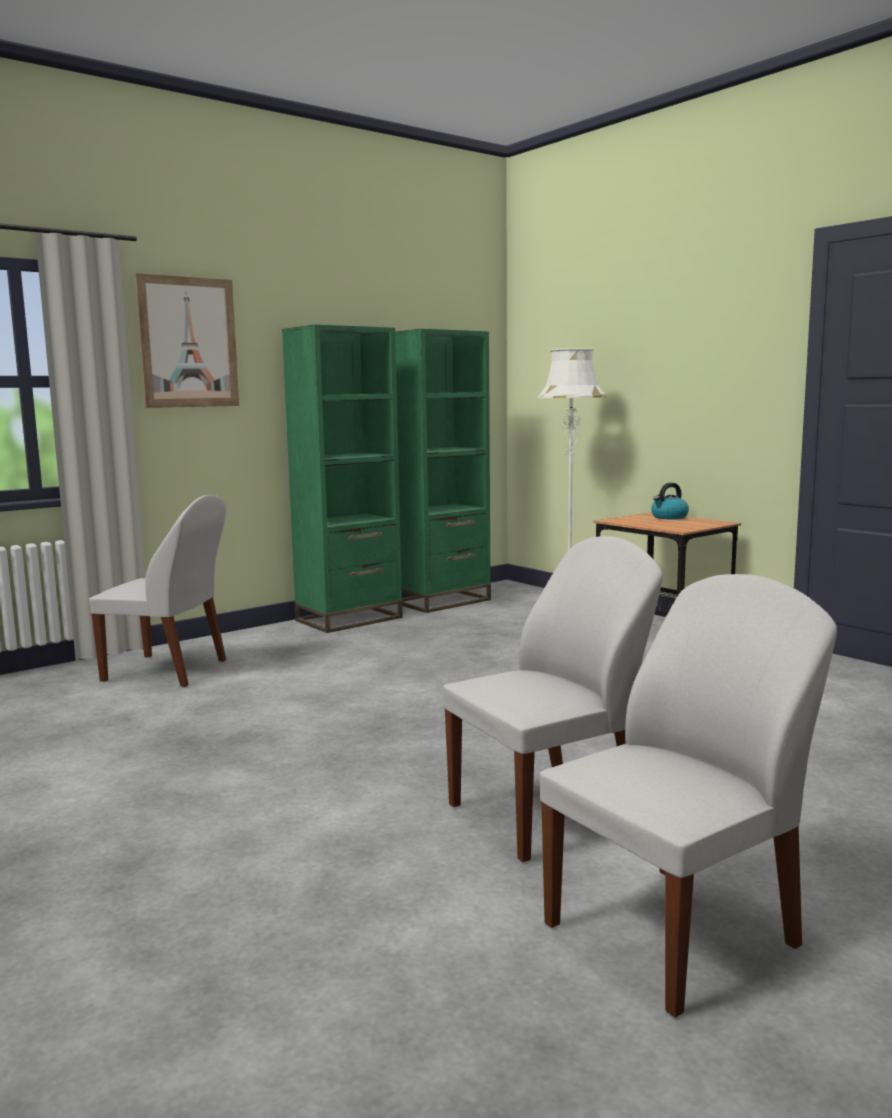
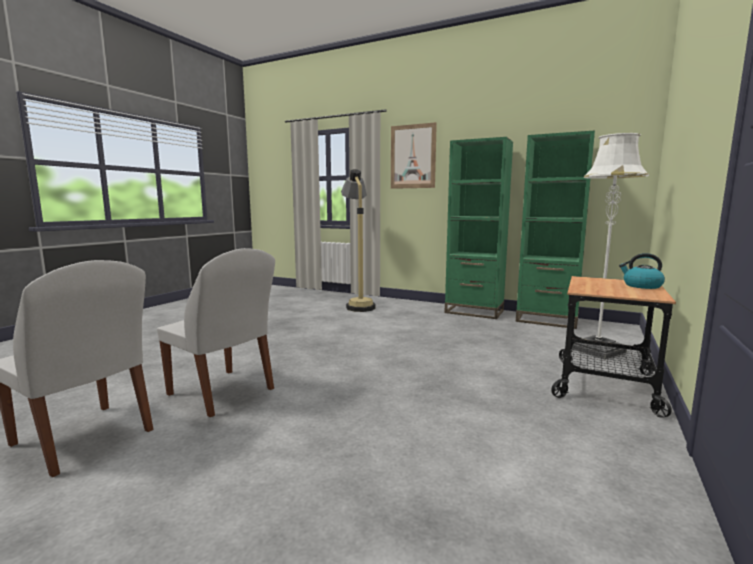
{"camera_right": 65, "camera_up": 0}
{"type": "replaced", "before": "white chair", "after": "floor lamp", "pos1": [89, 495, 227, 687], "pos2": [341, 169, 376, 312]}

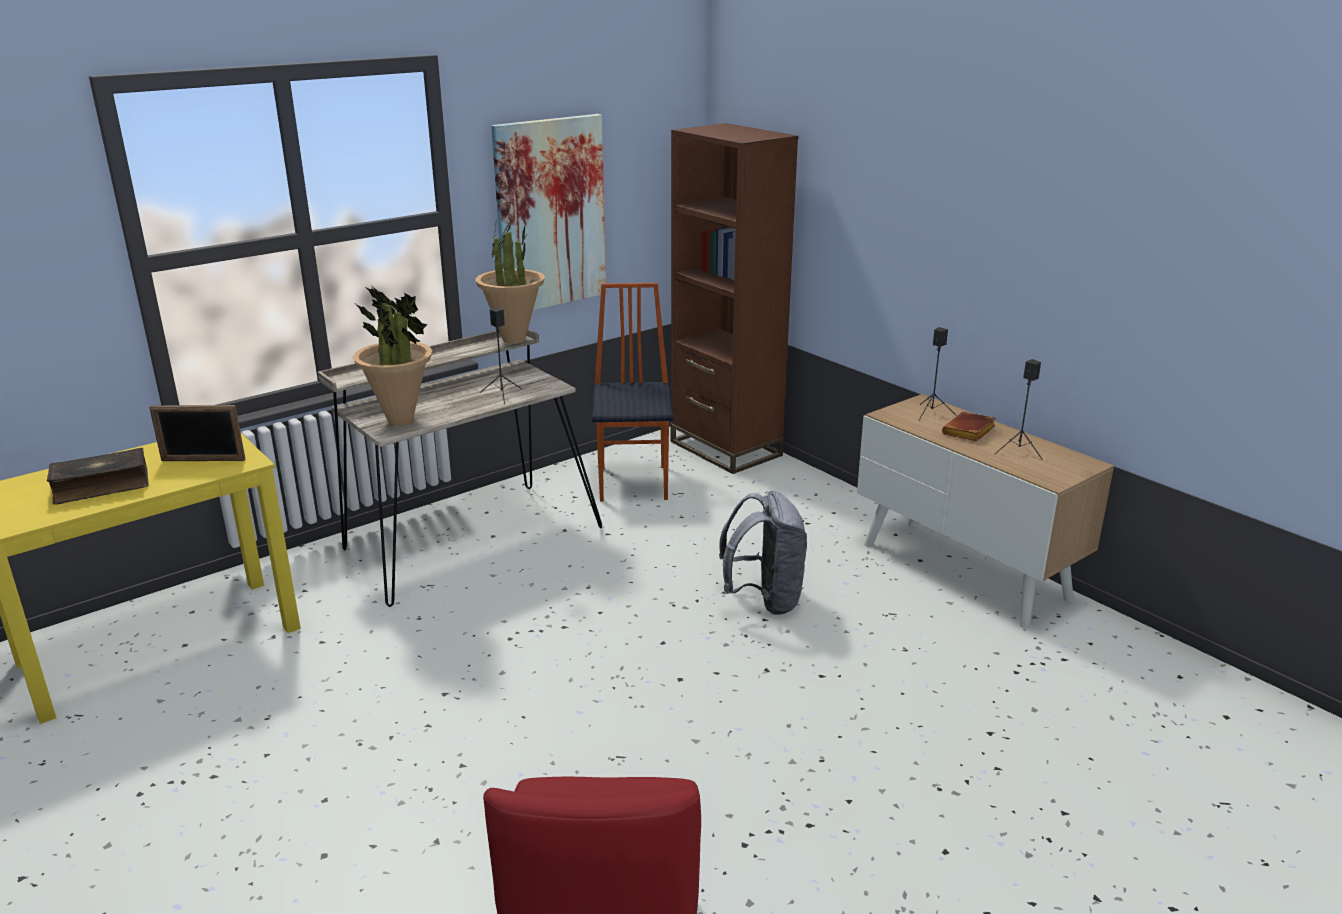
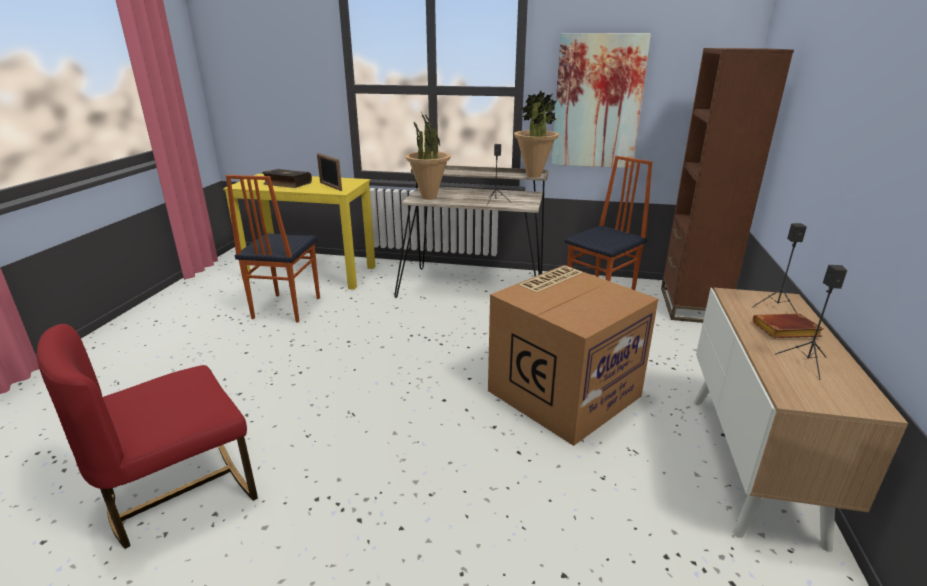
{"camera_right": 50, "camera_up": 0}
{"type": "added", "after": "chair", "pos2": [226, 175, 320, 323]}
{"type": "replaced", "before": "grey backpack", "after": "cardboard box", "pos1": [719, 491, 807, 615], "pos2": [488, 265, 658, 446]}

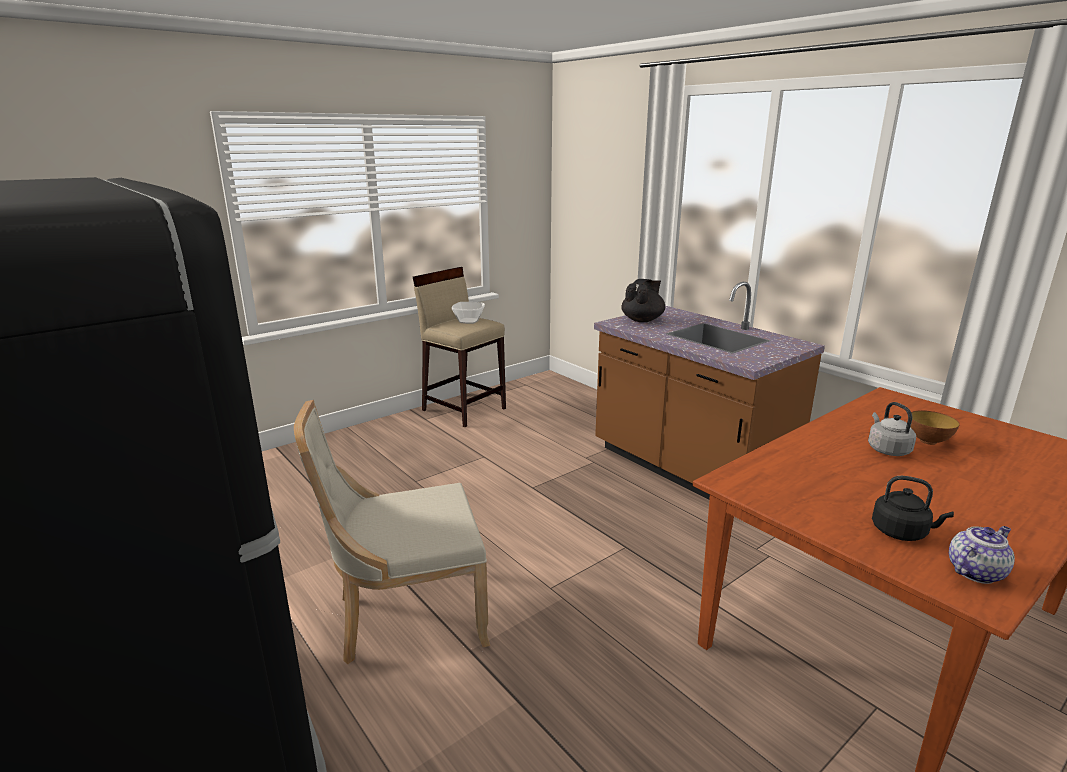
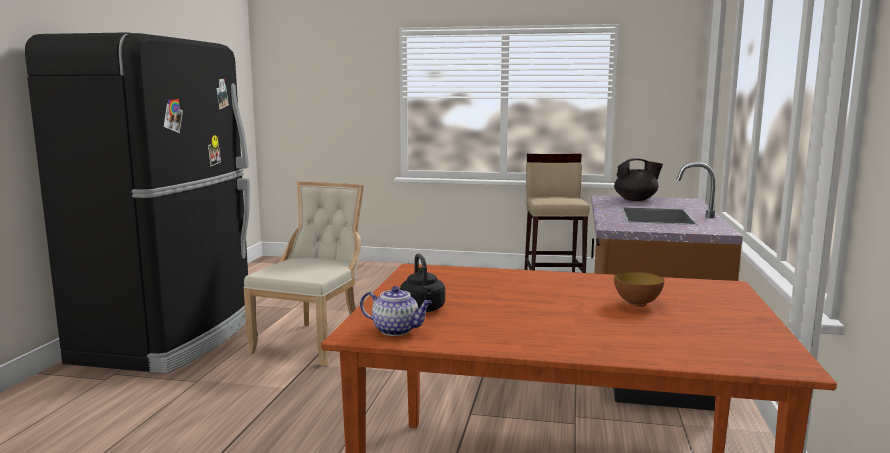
{"camera_right": 50, "camera_up": -10}
{"type": "turned", "before": "beige chair", "pos1": [294, 400, 490, 664], "pos2": [244, 182, 364, 366], "turn": 75}
{"type": "removed", "before": "bowl", "pos1": [452, 302, 485, 324]}
{"type": "removed", "before": "grey kettle", "pos1": [868, 402, 916, 456]}

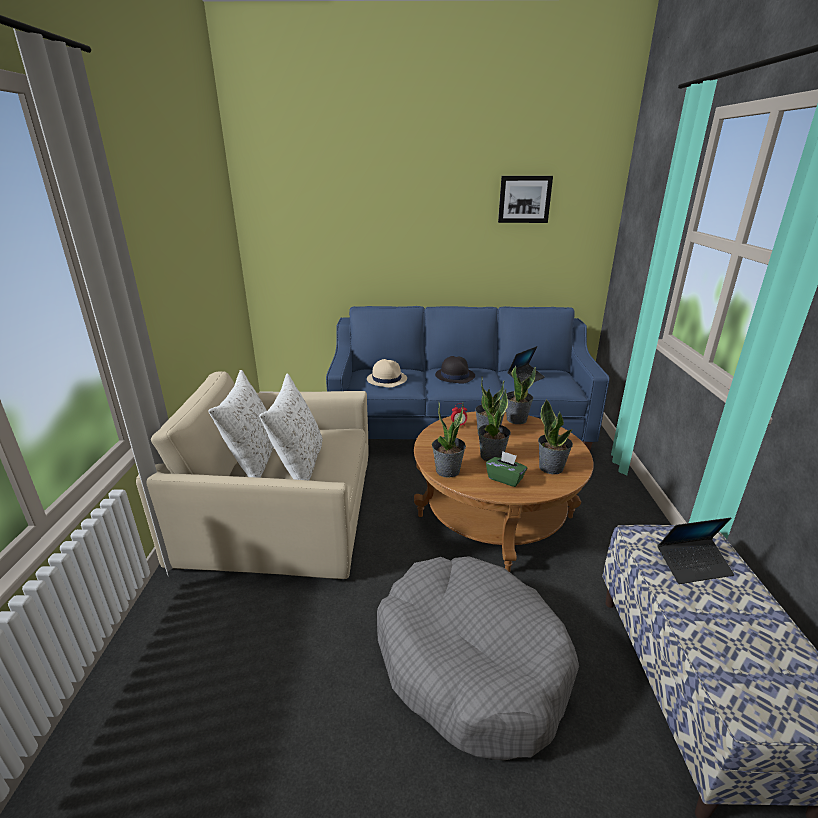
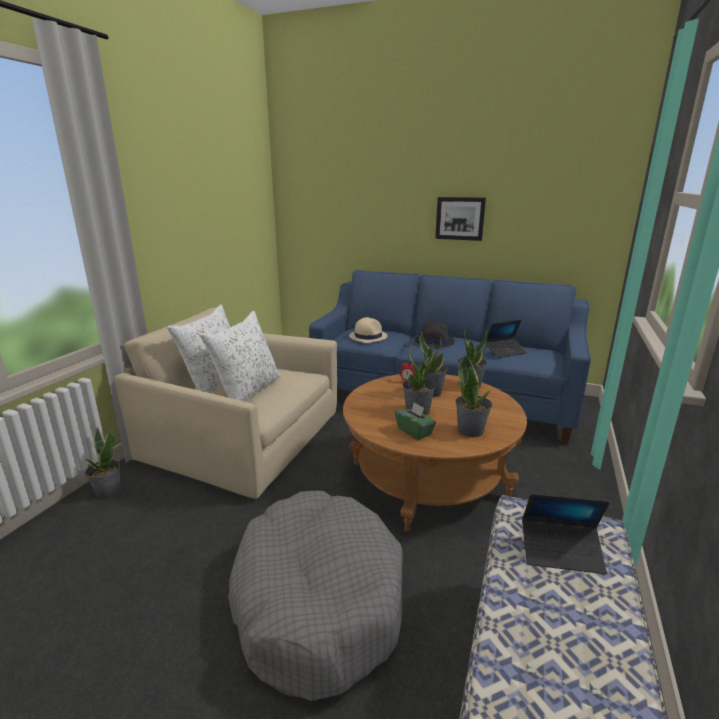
{"camera_right": 20, "camera_up": -5}
{"type": "moved", "before": "potted plant", "pos1": [432, 402, 466, 478], "pos2": [85, 428, 121, 499]}
{"type": "moved", "before": "picture", "pos1": [498, 176, 553, 223], "pos2": [435, 197, 486, 241]}

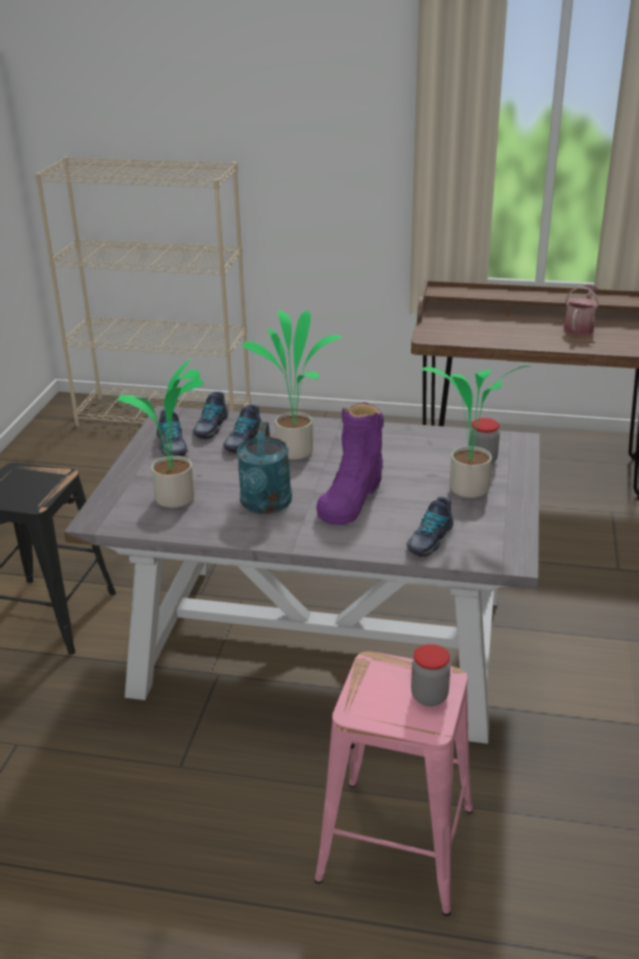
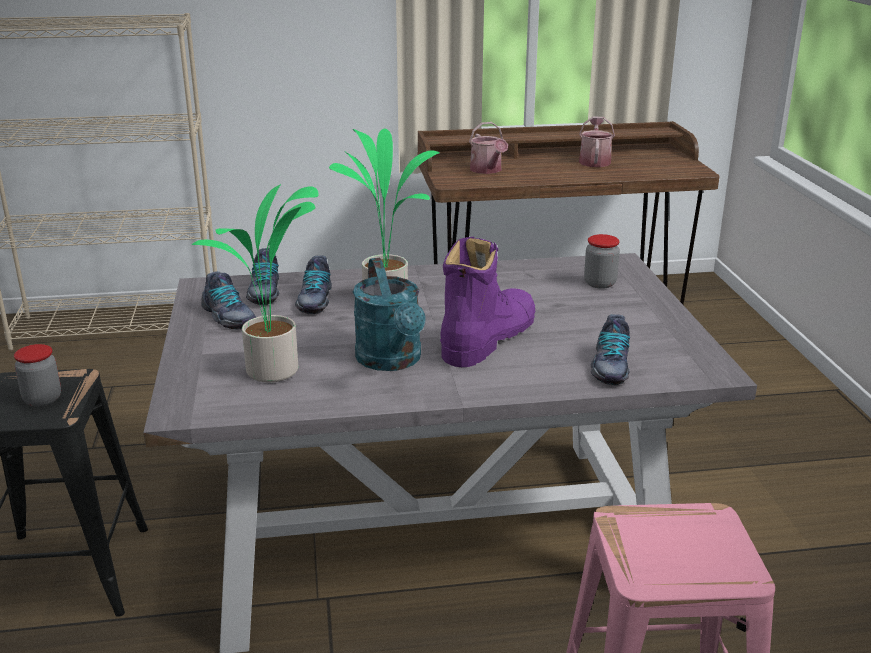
{"camera_right": -20, "camera_up": -5}
{"type": "moved", "before": "jar", "pos1": [411, 644, 451, 706], "pos2": [14, 344, 61, 407]}
{"type": "turned", "before": "purple boot", "pos1": [316, 402, 384, 525], "pos2": [440, 237, 535, 367], "turn": -150}
{"type": "added", "after": "watering can", "pos2": [469, 122, 508, 174]}
{"type": "removed", "before": "potted plant", "pos1": [421, 366, 530, 498]}

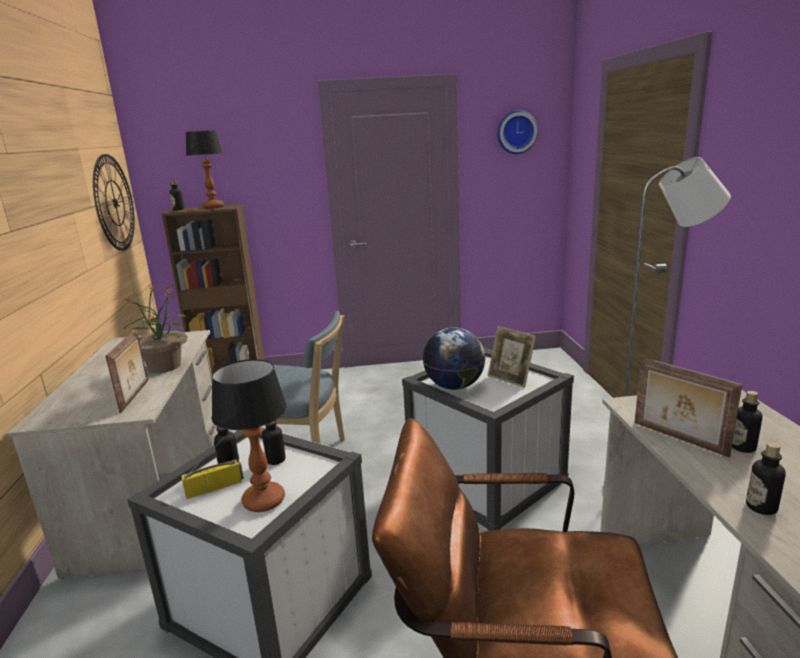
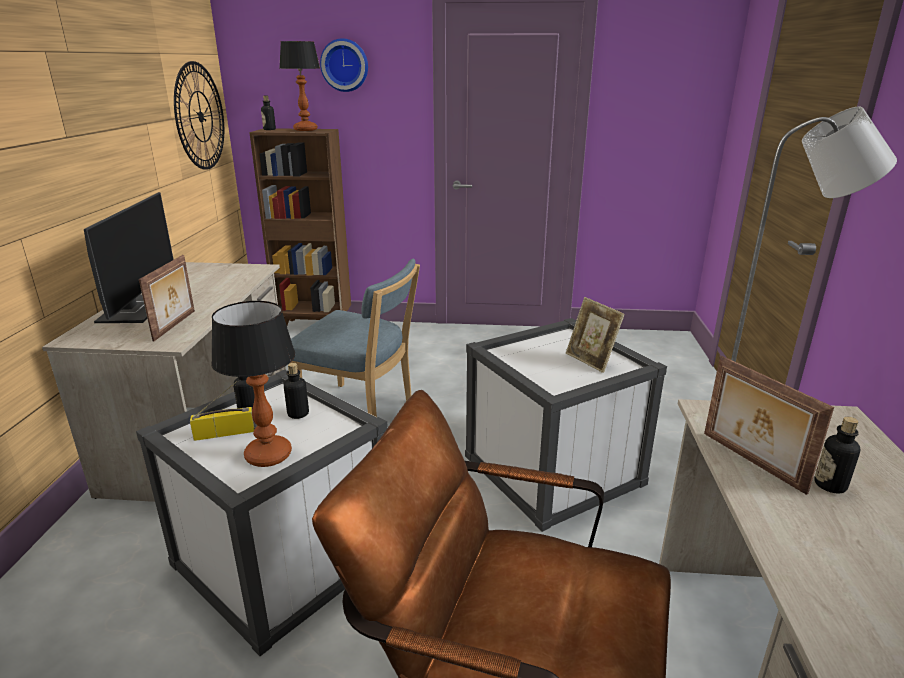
{"camera_right": 10, "camera_up": 5}
{"type": "added", "after": "monitor", "pos2": [84, 192, 174, 323]}
{"type": "moved", "before": "wall clock", "pos1": [497, 110, 538, 154], "pos2": [320, 38, 368, 92]}
{"type": "removed", "before": "potted plant", "pos1": [124, 284, 188, 373]}
{"type": "removed", "before": "globe", "pos1": [423, 328, 486, 390]}
{"type": "removed", "before": "bottle", "pos1": [746, 442, 786, 515]}

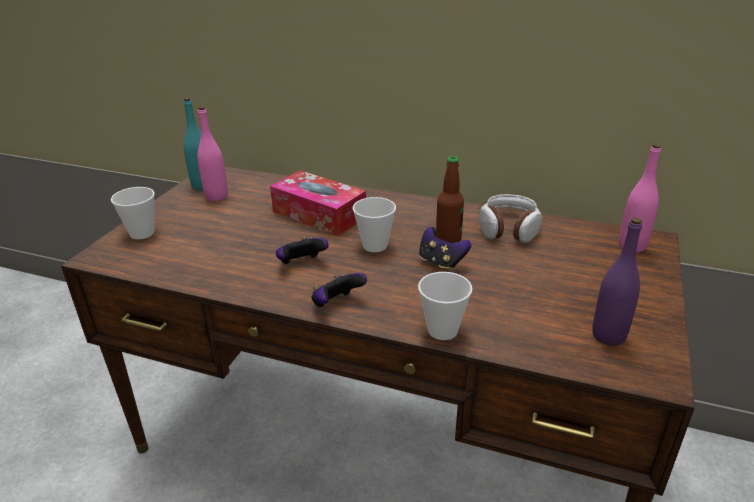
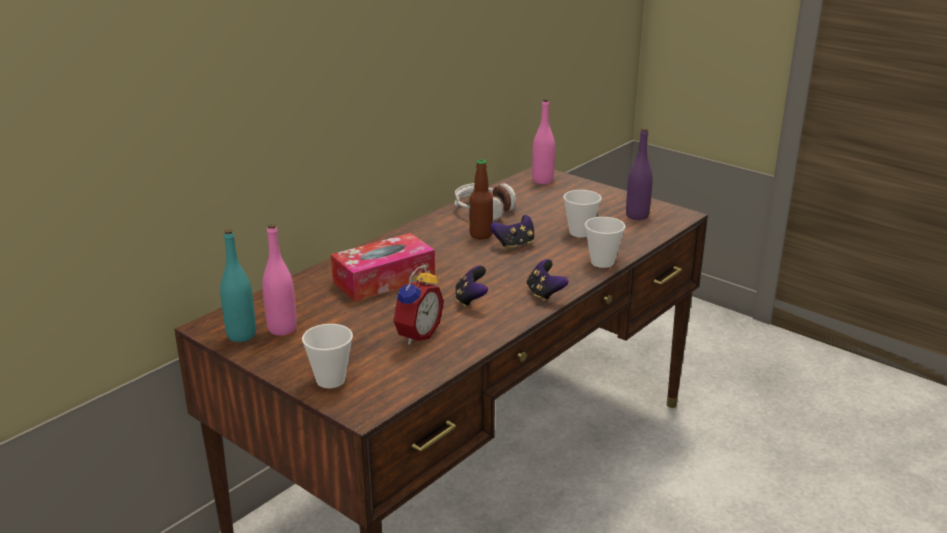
{"camera_right": -70, "camera_up": -5}
{"type": "added", "after": "alarm clock", "pos2": [393, 265, 444, 345]}
{"type": "moved", "before": "cup", "pos1": [353, 197, 396, 252], "pos2": [563, 190, 602, 237]}

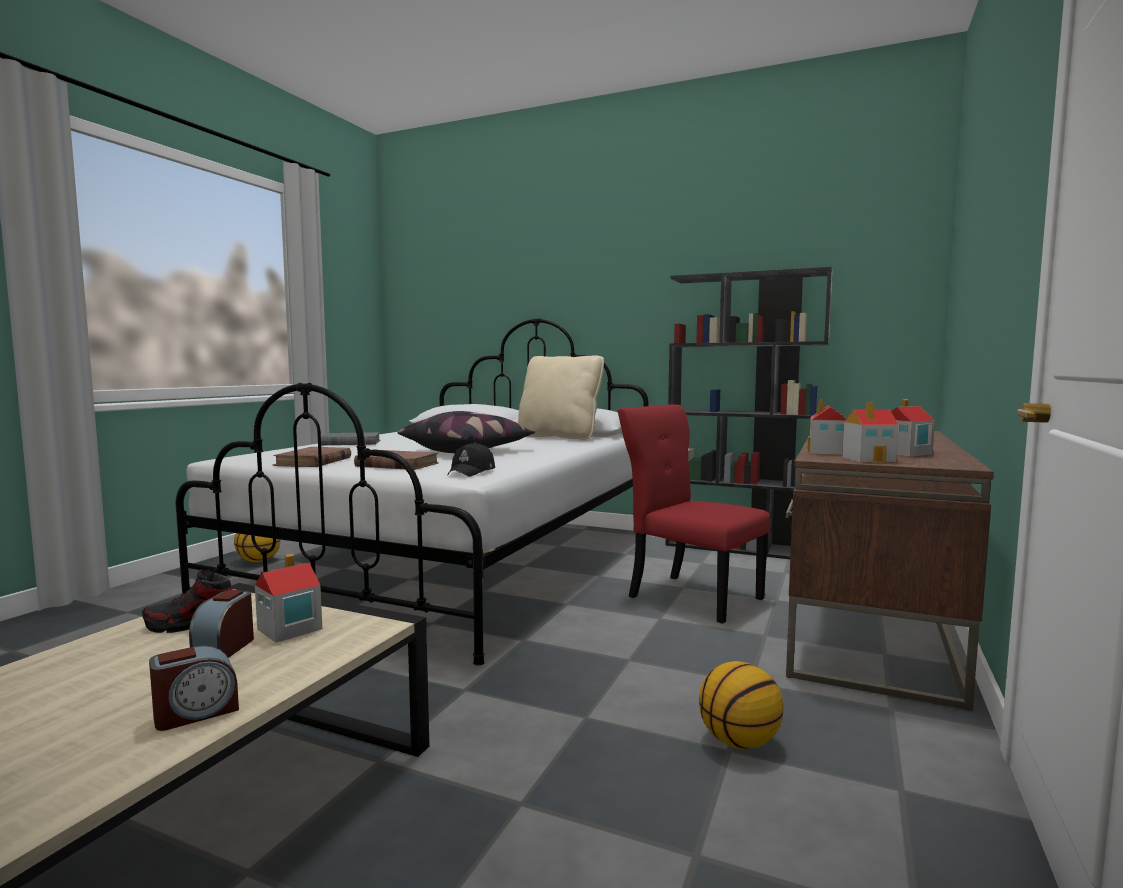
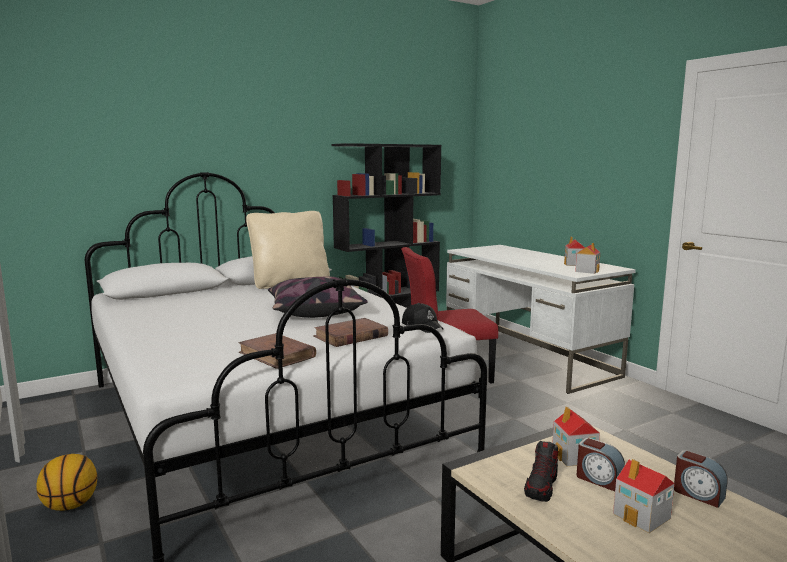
{"camera_right": -55, "camera_up": 5}
{"type": "recoloured", "before": "brown desk", "after": "white desk", "pos1": [786, 431, 994, 710], "pos2": [446, 245, 636, 394]}
{"type": "moved", "before": "toy house", "pos1": [807, 399, 846, 455], "pos2": [613, 459, 675, 533]}
{"type": "turned", "before": "alarm clock", "pos1": [149, 645, 239, 731], "pos2": [674, 450, 728, 508], "turn": 135}
{"type": "removed", "before": "grey book", "pos1": [321, 432, 380, 445]}
{"type": "removed", "before": "basketball", "pos1": [699, 661, 783, 749]}

